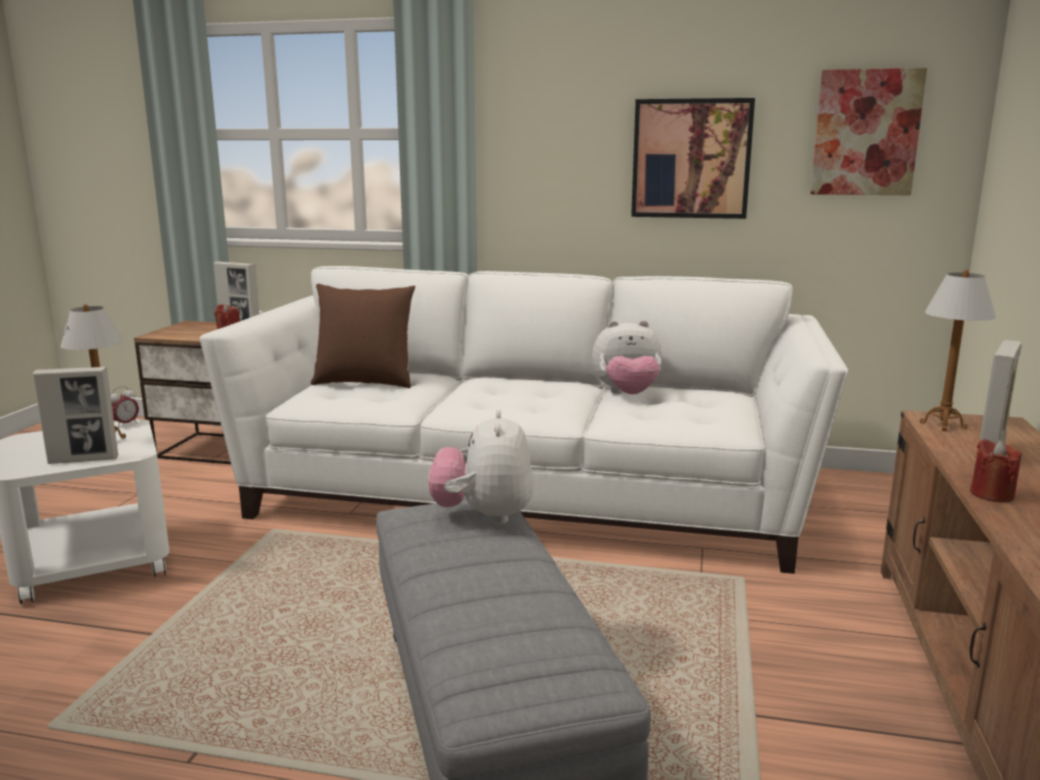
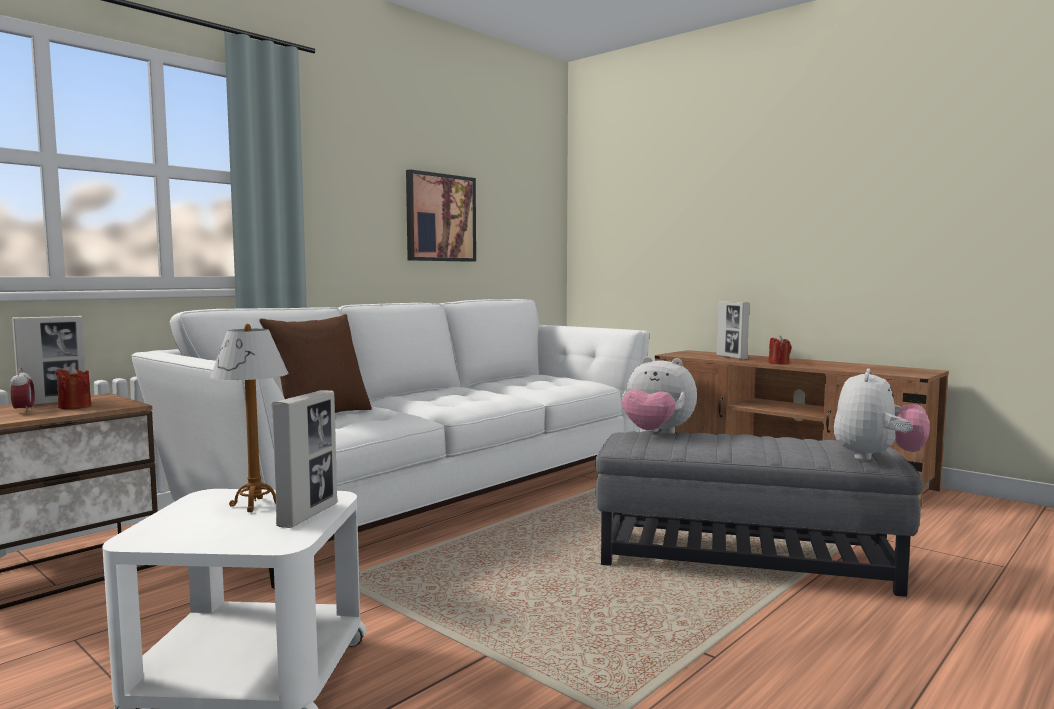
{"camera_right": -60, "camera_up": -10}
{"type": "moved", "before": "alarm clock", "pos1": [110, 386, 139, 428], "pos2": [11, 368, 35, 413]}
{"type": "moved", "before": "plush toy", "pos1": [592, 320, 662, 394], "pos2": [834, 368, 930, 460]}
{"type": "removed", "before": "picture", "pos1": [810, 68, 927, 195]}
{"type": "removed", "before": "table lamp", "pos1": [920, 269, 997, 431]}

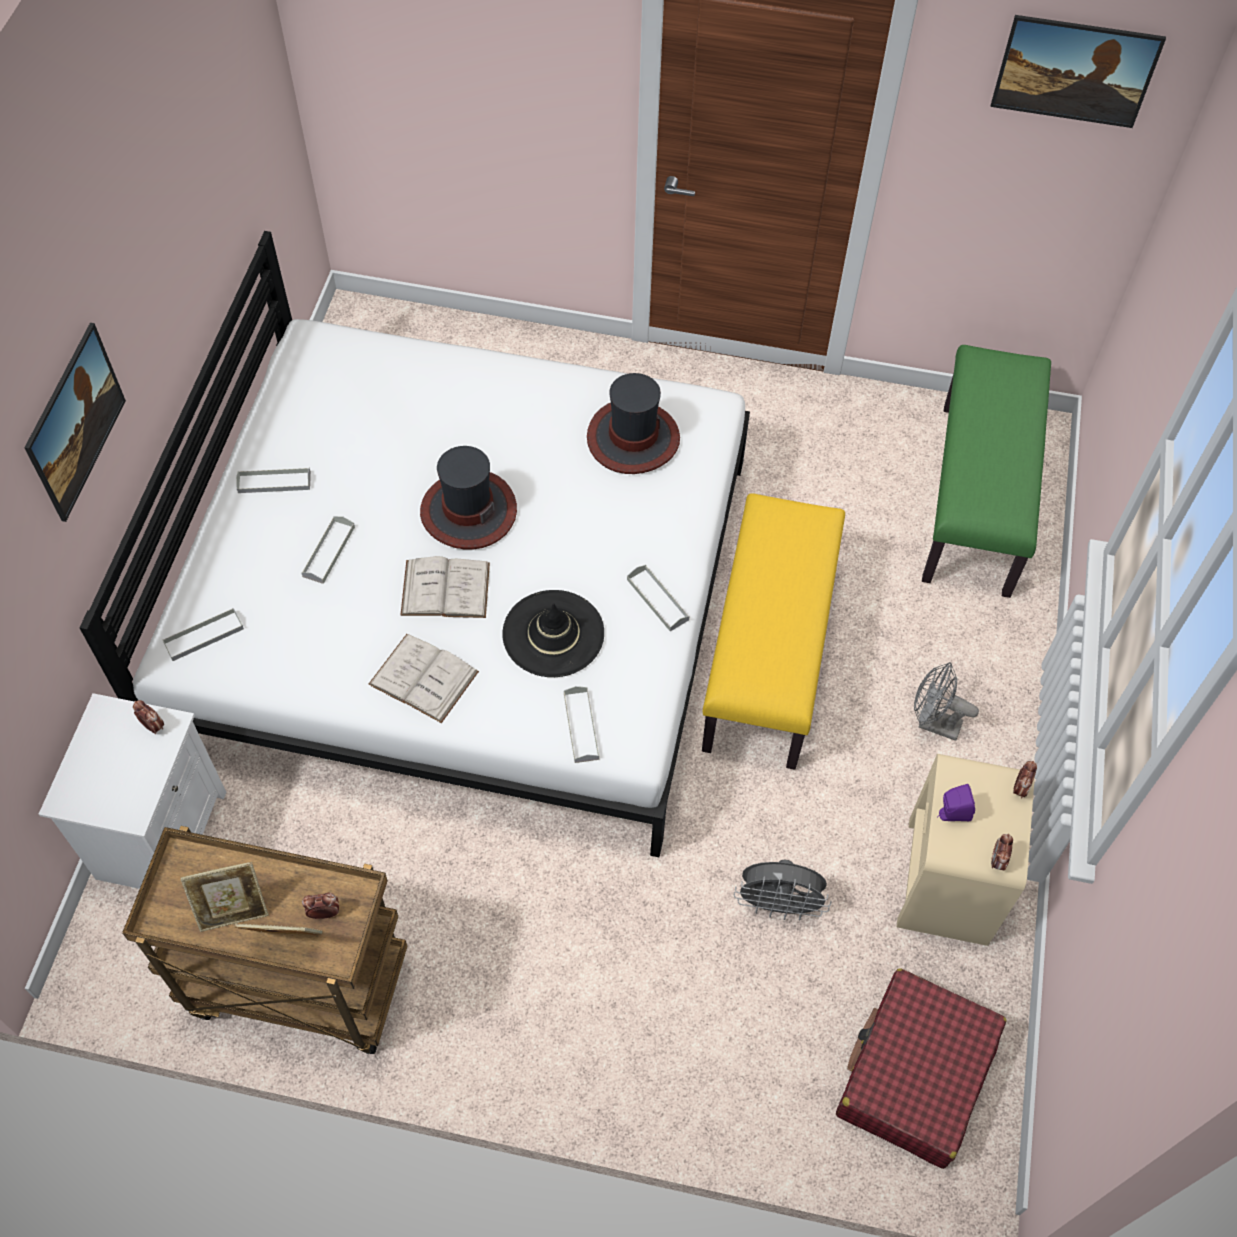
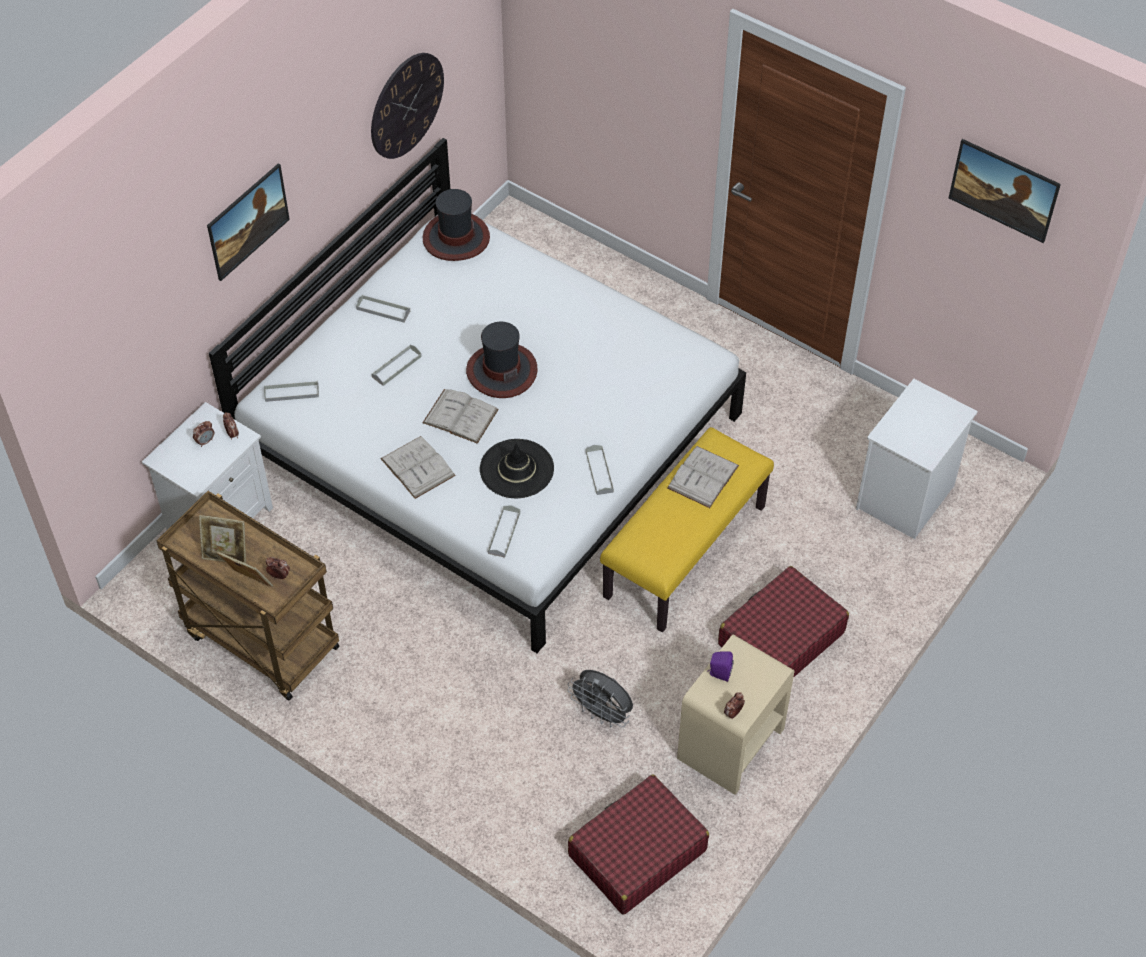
{"camera_right": 25, "camera_up": -5}
{"type": "moved", "before": "alarm clock", "pos1": [1013, 761, 1037, 798], "pos2": [193, 421, 214, 447]}
{"type": "added", "after": "wall clock", "pos2": [371, 53, 444, 159]}
{"type": "moved", "before": "hat", "pos1": [587, 373, 680, 474], "pos2": [423, 189, 490, 261]}
{"type": "added", "after": "white book", "pos2": [667, 446, 739, 508]}
{"type": "replaced", "before": "grey fan", "after": "red suitcase", "pos1": [914, 662, 979, 741], "pos2": [718, 566, 849, 678]}
{"type": "replaced", "before": "green bench", "after": "white nightstand", "pos1": [922, 345, 1051, 598], "pos2": [856, 379, 978, 539]}

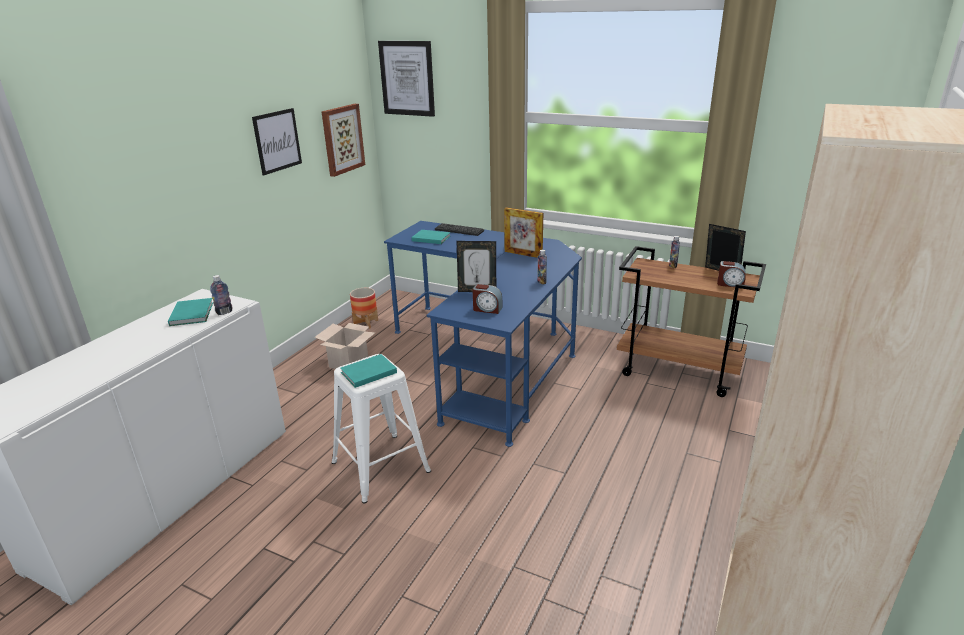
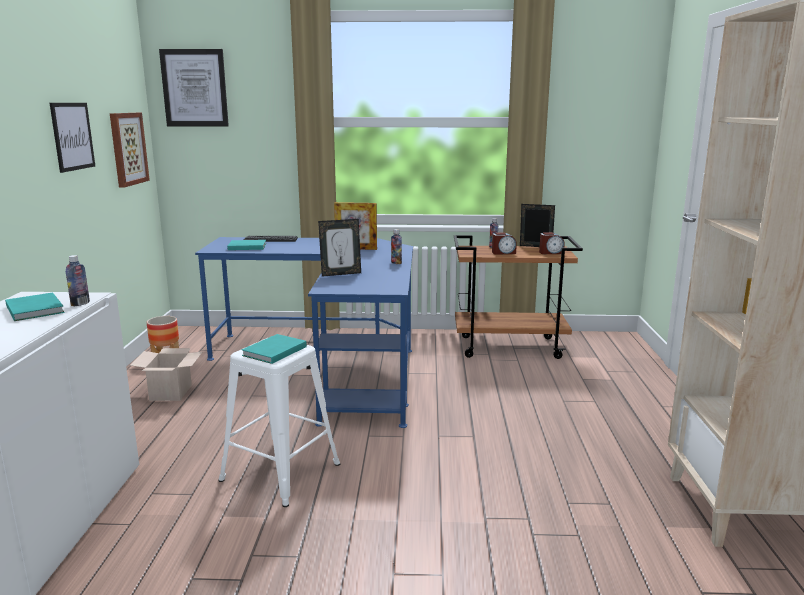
{"camera_right": -25, "camera_up": -10}
{"type": "moved", "before": "alarm clock", "pos1": [473, 284, 502, 314], "pos2": [492, 232, 517, 255]}

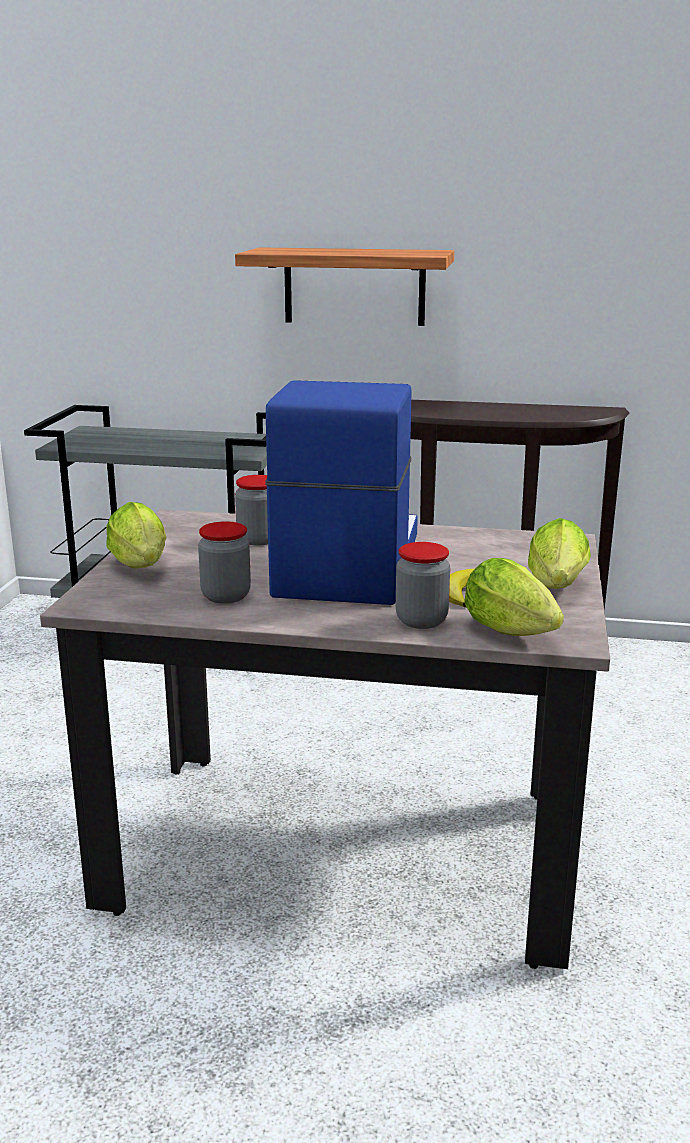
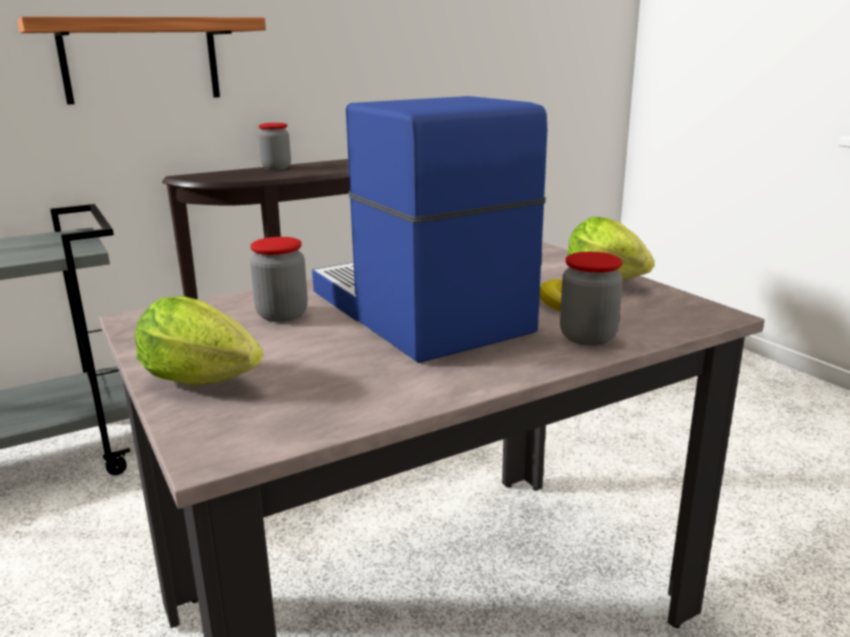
{"camera_right": -40, "camera_up": 0}
{"type": "moved", "before": "jar", "pos1": [198, 521, 251, 604], "pos2": [258, 123, 291, 170]}
{"type": "removed", "before": "lettuce", "pos1": [464, 558, 564, 636]}

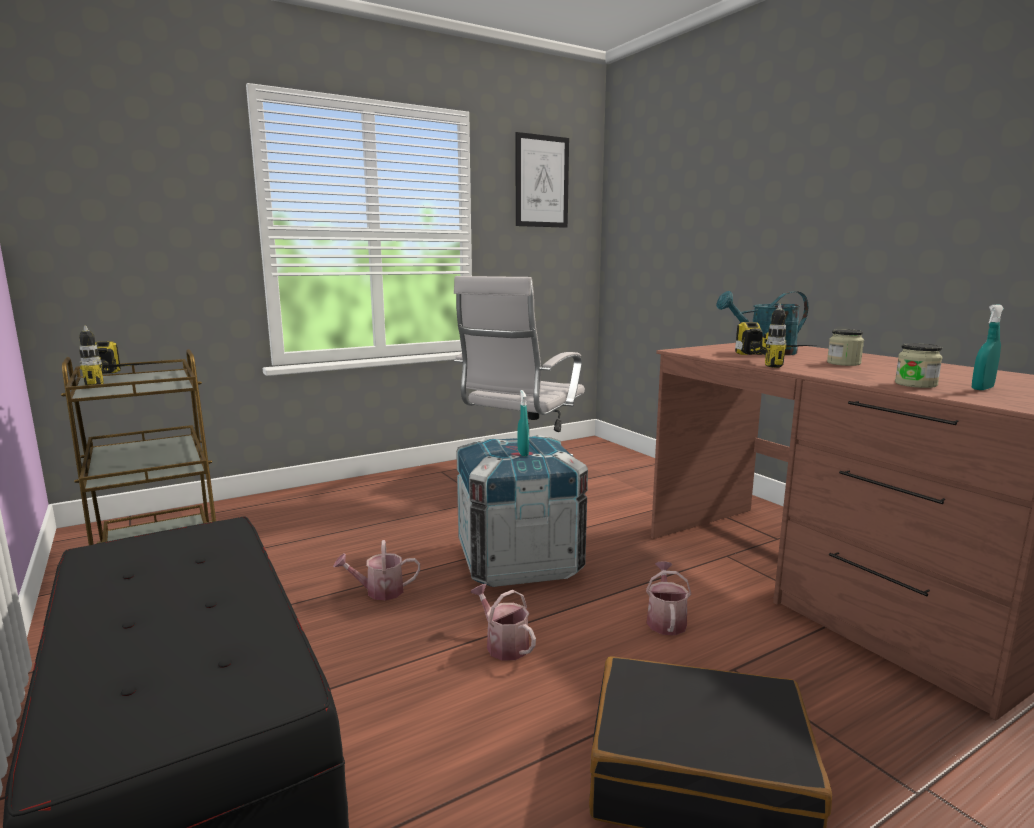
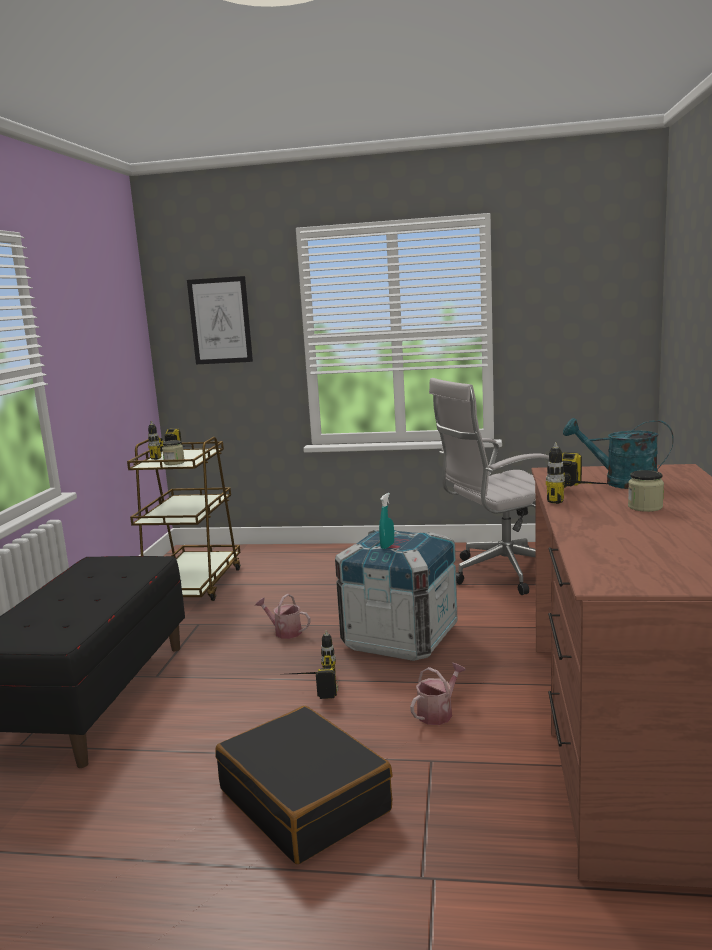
{"camera_right": 40, "camera_up": 0}
{"type": "moved", "before": "jar", "pos1": [895, 343, 943, 388], "pos2": [162, 440, 185, 465]}
{"type": "moved", "before": "picture", "pos1": [516, 132, 569, 228], "pos2": [187, 276, 253, 364]}
{"type": "replaced", "before": "watering can", "after": "power drill", "pos1": [471, 584, 536, 661], "pos2": [291, 630, 338, 699]}
{"type": "removed", "before": "turquoise spray bottle", "pos1": [972, 305, 1004, 390]}

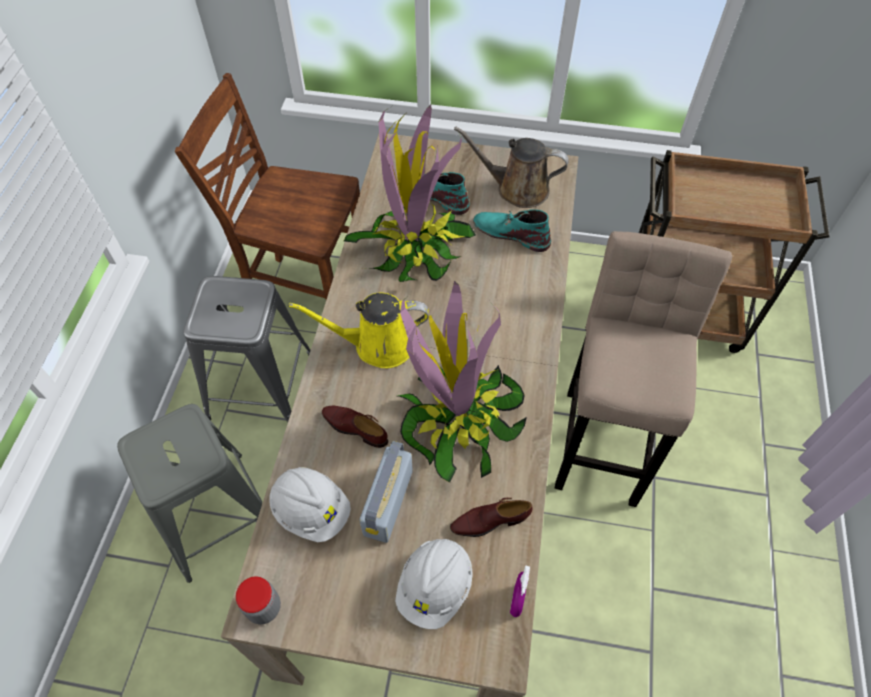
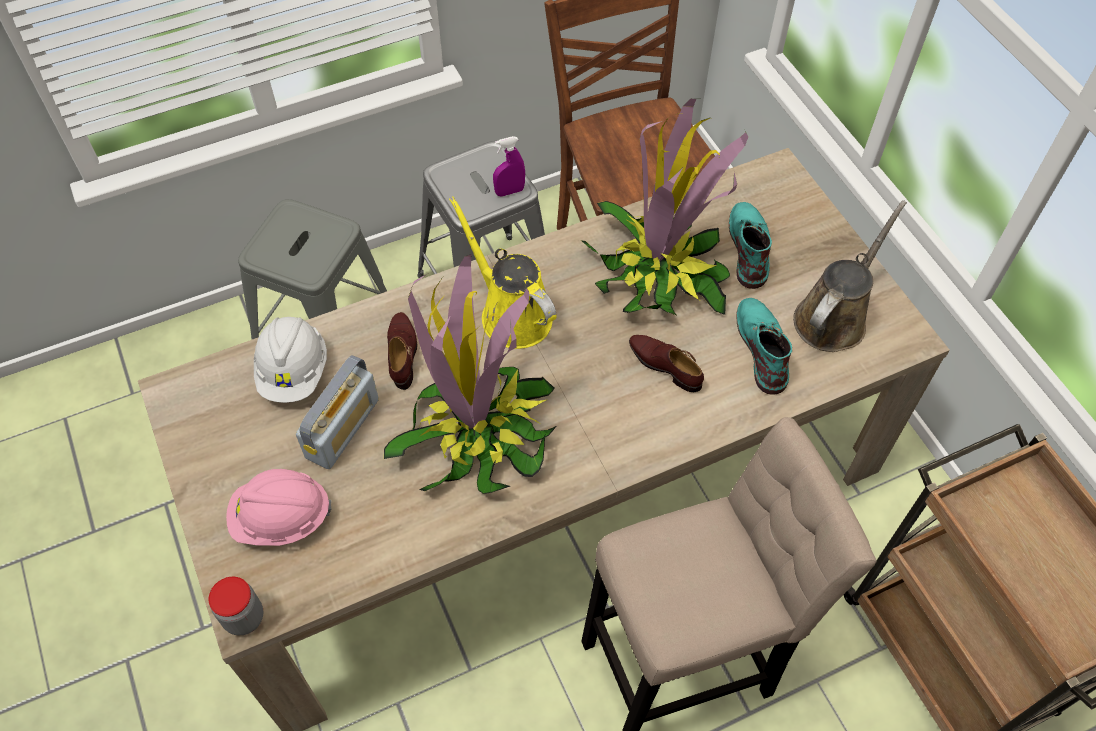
{"camera_right": 55, "camera_up": 0}
{"type": "moved", "before": "jar", "pos1": [236, 576, 281, 624], "pos2": [208, 577, 264, 635]}
{"type": "recoloured", "before": "white hard hat", "after": "pink hard hat", "pos1": [395, 539, 473, 629], "pos2": [226, 469, 332, 546]}
{"type": "turned", "before": "radio", "pos1": [359, 441, 413, 543], "pos2": [296, 355, 379, 469], "turn": 135}
{"type": "moved", "before": "purple spray bottle", "pos1": [510, 565, 530, 617], "pos2": [493, 136, 525, 197]}
{"type": "moved", "before": "brown shoe", "pos1": [450, 498, 533, 537], "pos2": [629, 335, 704, 392]}
{"type": "turned", "before": "brown watering can", "pos1": [454, 126, 569, 208], "pos2": [793, 200, 907, 352], "turn": 60}

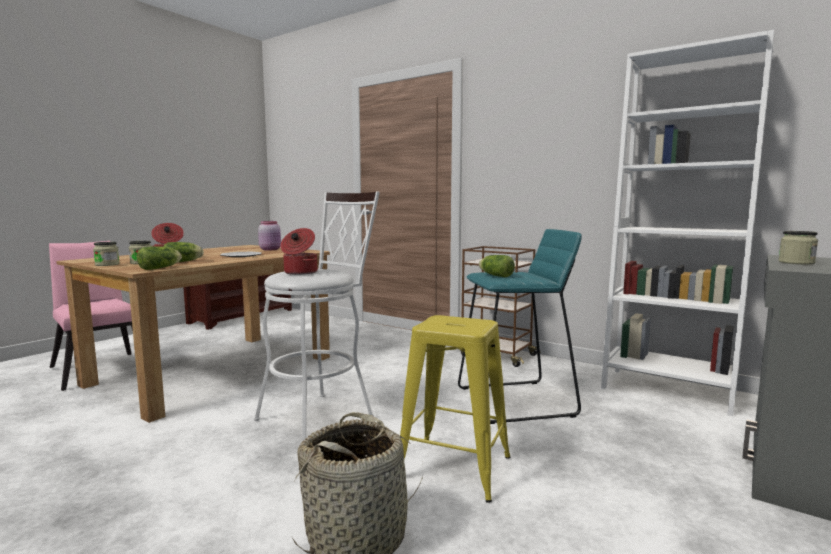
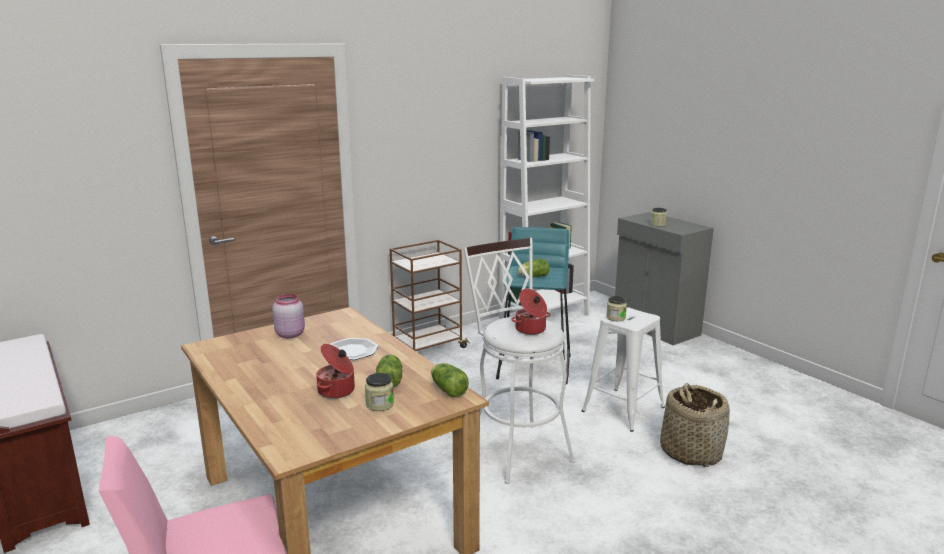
{"camera_right": -70, "camera_up": 10}
{"type": "recoloured", "before": "yellow stool", "after": "white stool", "pos1": [400, 315, 511, 503], "pos2": [582, 307, 665, 432]}
{"type": "moved", "before": "jar", "pos1": [93, 242, 120, 266], "pos2": [606, 296, 627, 321]}

